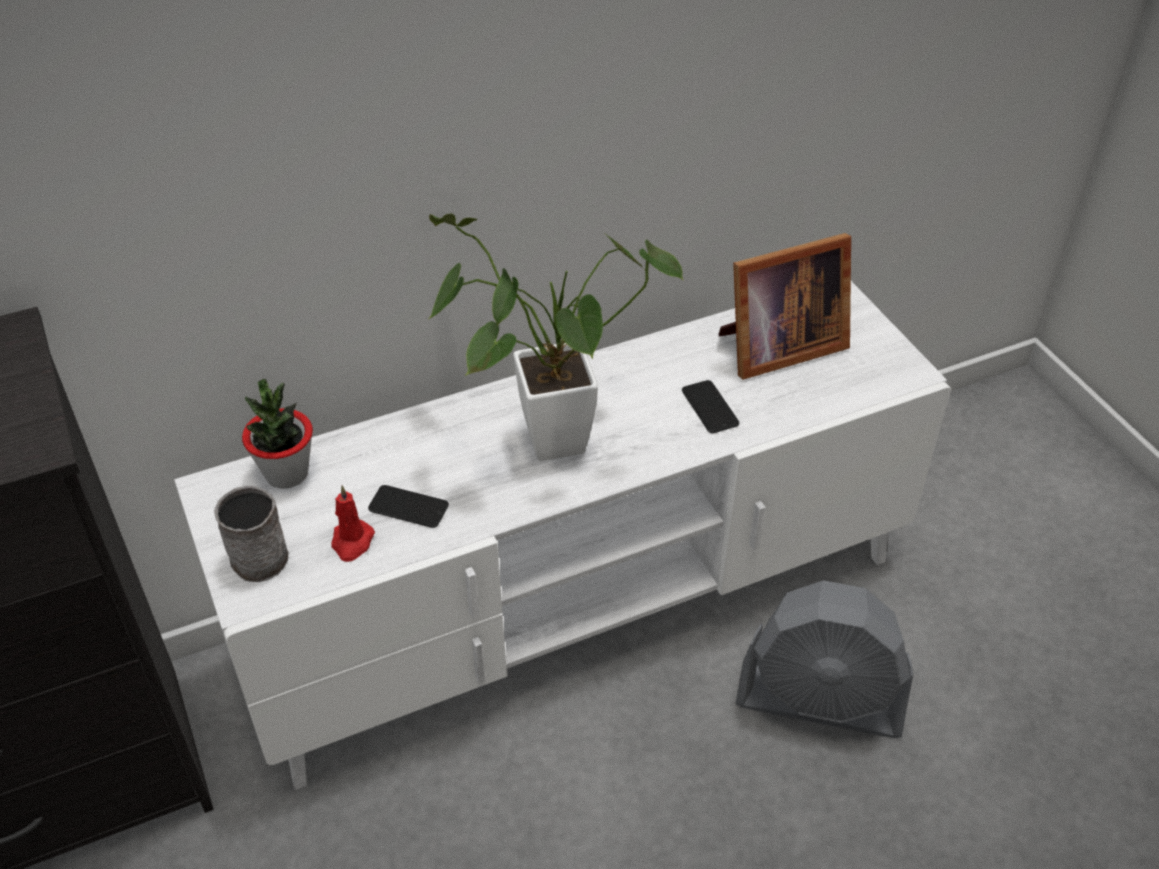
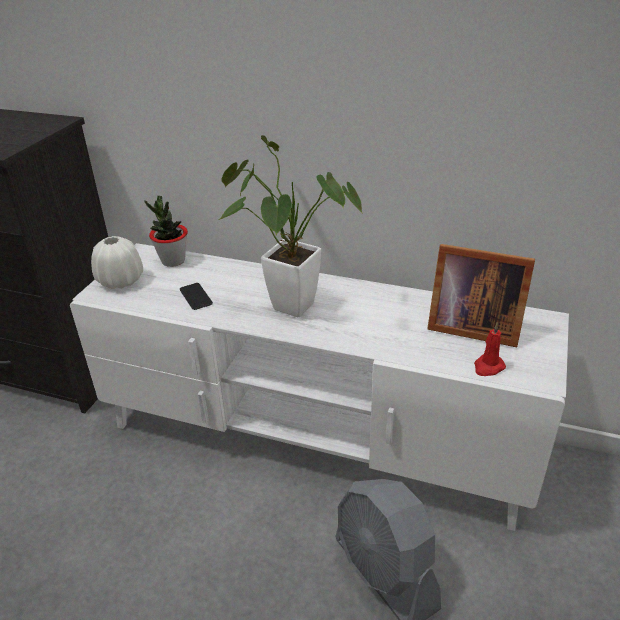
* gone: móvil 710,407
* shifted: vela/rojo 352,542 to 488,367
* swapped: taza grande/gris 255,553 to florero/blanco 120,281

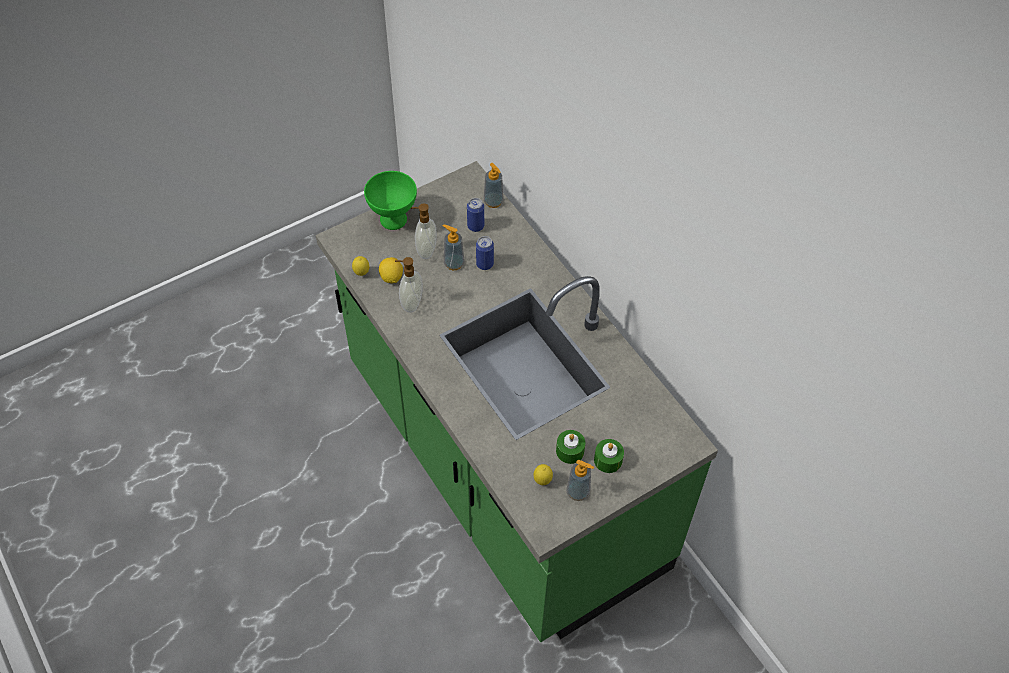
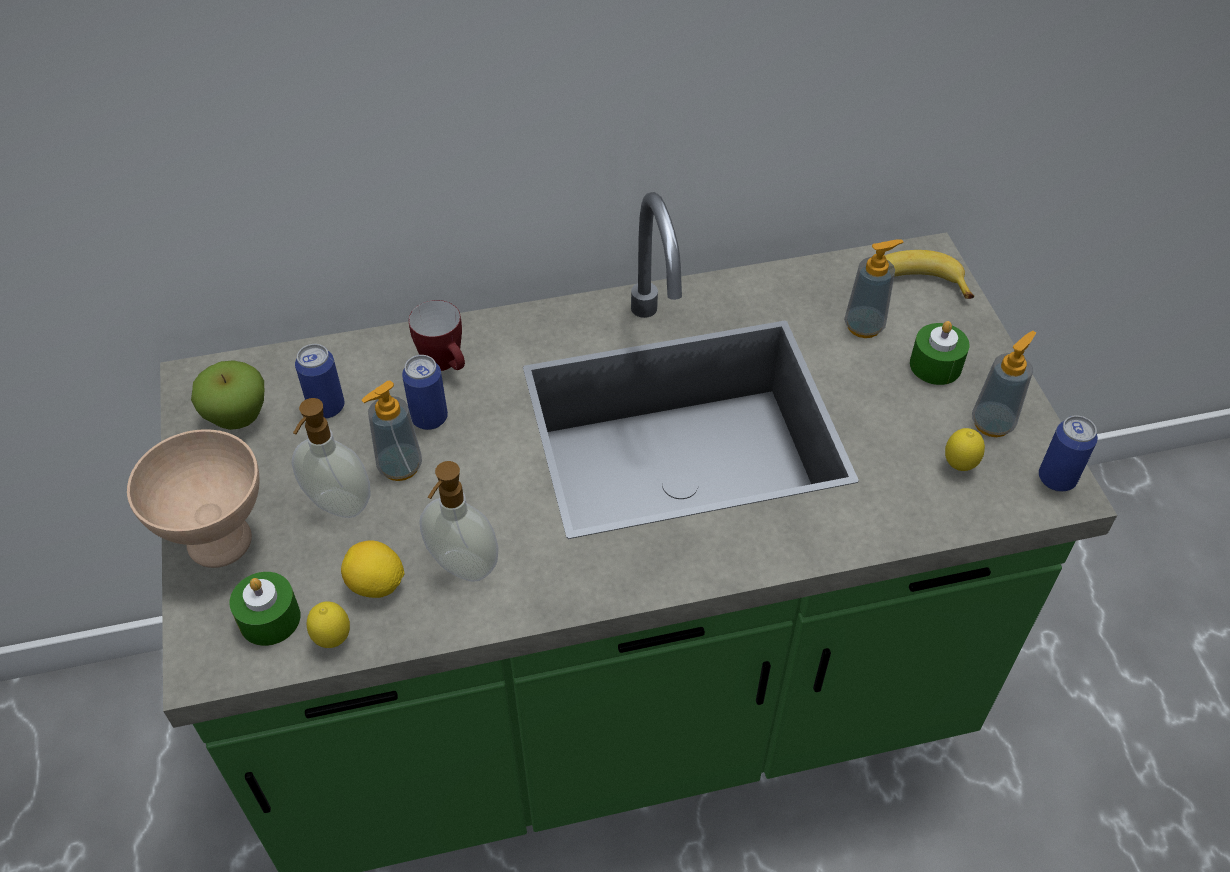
* new: manzana 237,417
* new: taza grande 446,365
* new: plátano 915,283
* new: lata 1056,479
* shifted: dispensador de jabón 493,201 to 864,326
* shifted: vela/verde 570,451 to 269,619
* repainted: cuenco/verde 394,219 to cuenco/beis 219,539

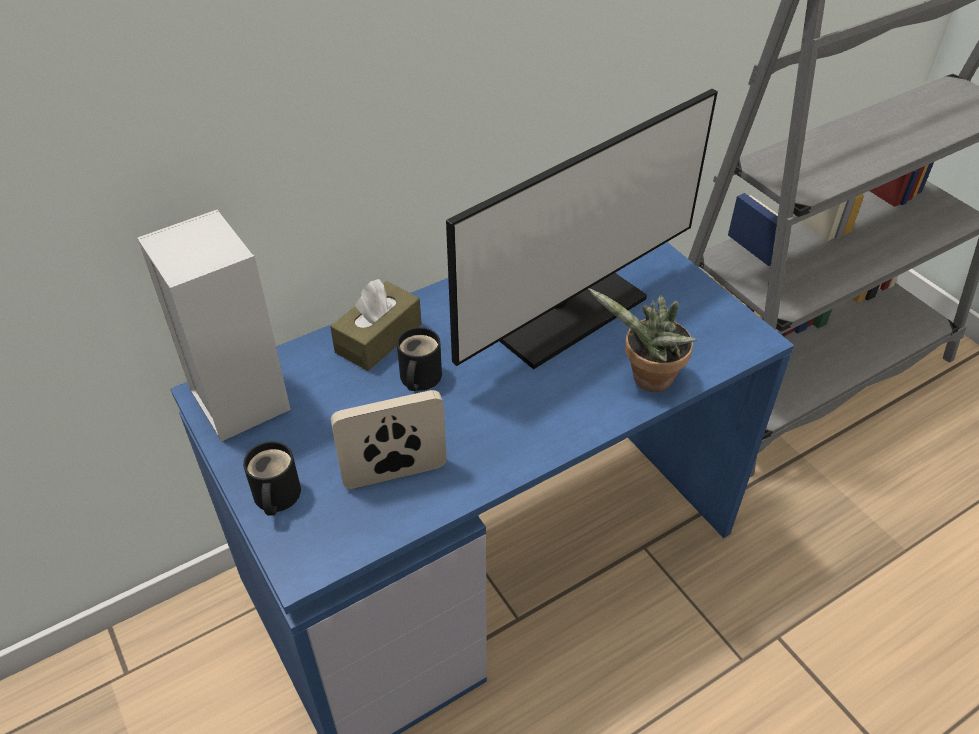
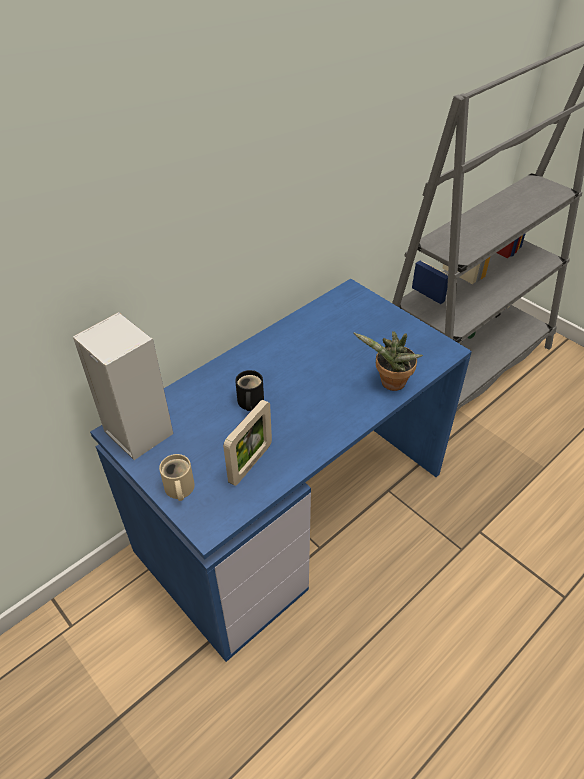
* gone: caja de pañuelos/marrón 378,338
* gone: monitor 566,314
* repainted: taza grande/negro 274,497 to taza grande/beis 178,489
* rotated: portarretratos 395,474 = 250,463 150 degrees clockwise

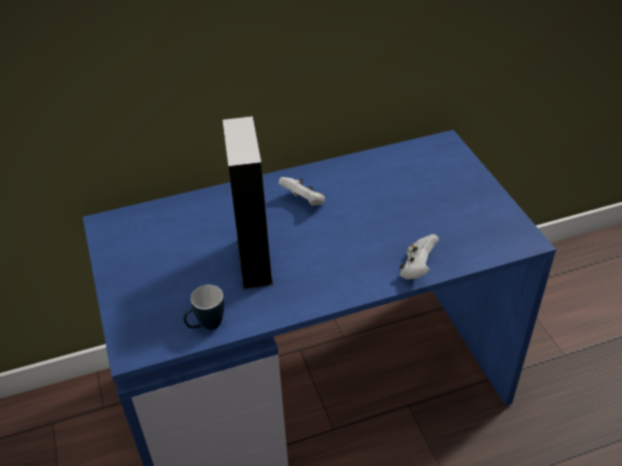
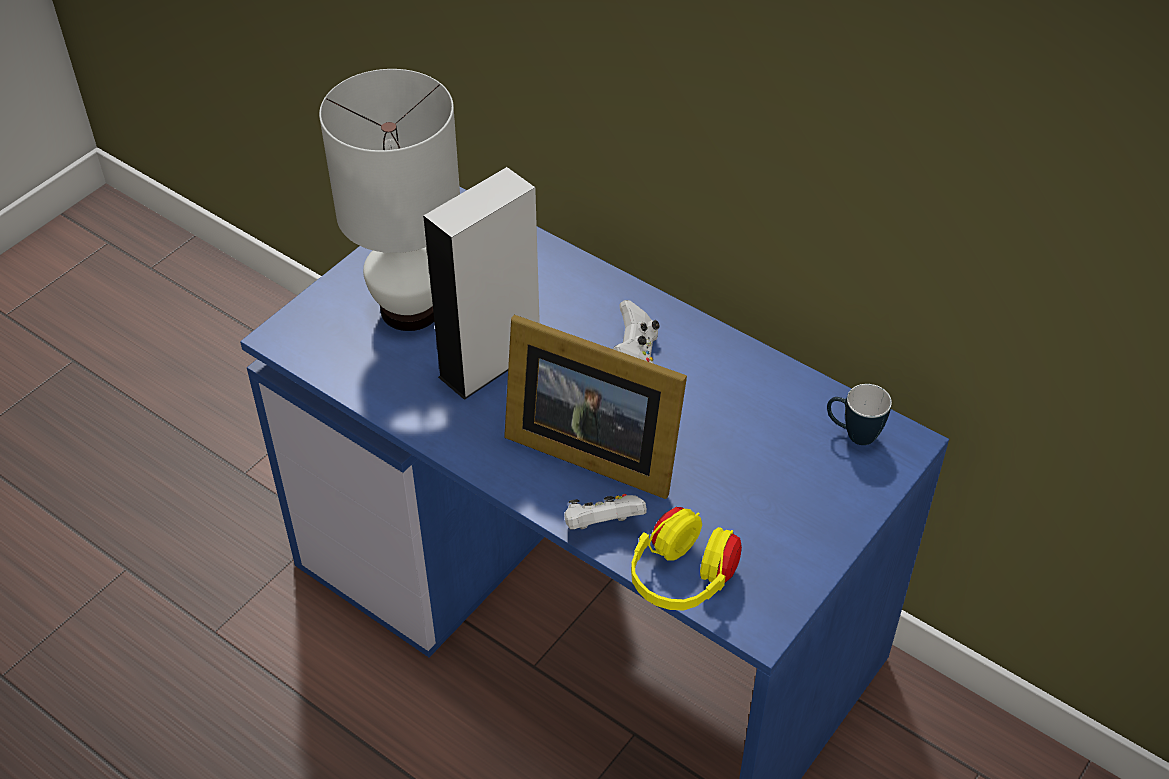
* new: lámpara de mesa/blanco 410,308
* new: portarretratos 589,447
* new: auriculares/amarillo 682,579
* shifted: taza grande 206,326 to 853,434

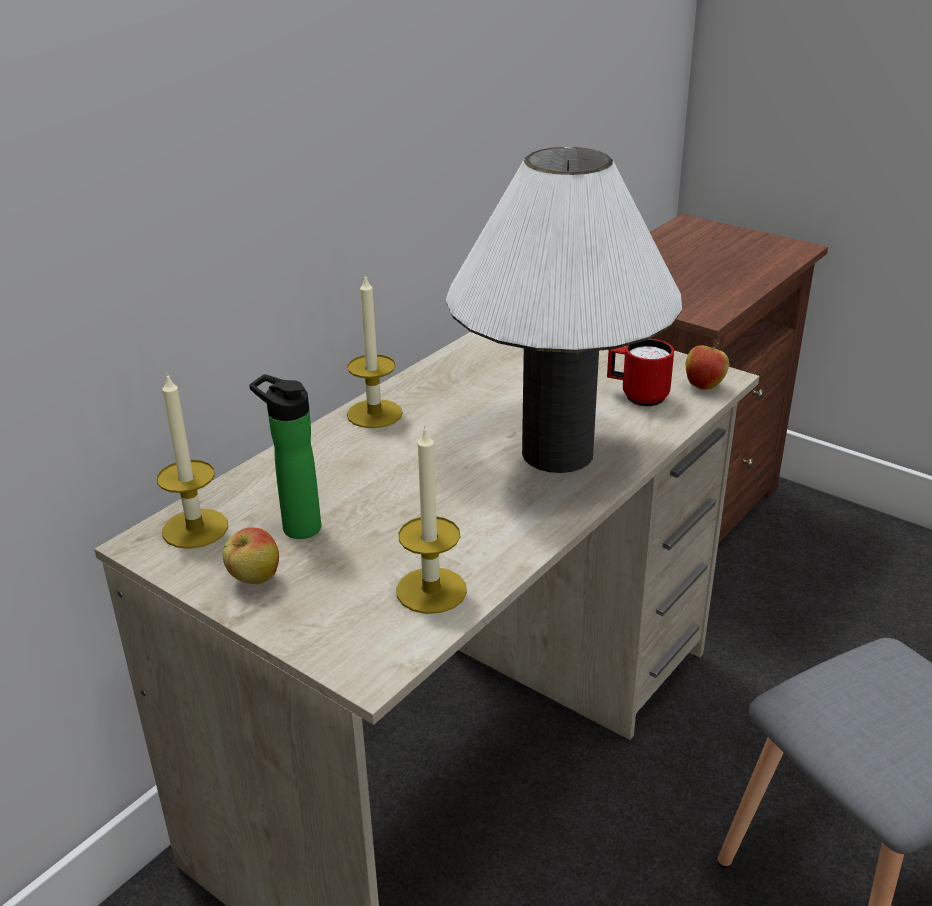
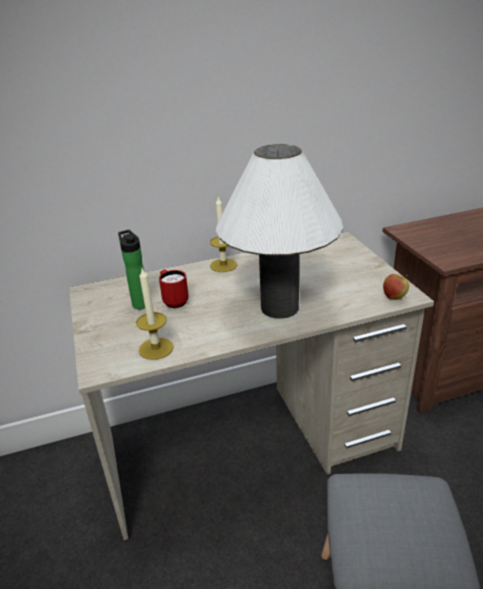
* gone: vela 195,528
* gone: manzana 254,580
* shifted: taza grande/rojo 637,396 to 174,300

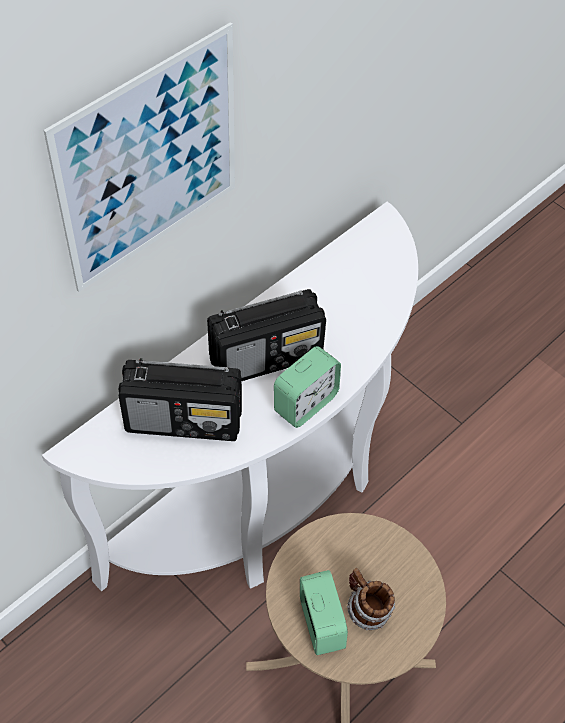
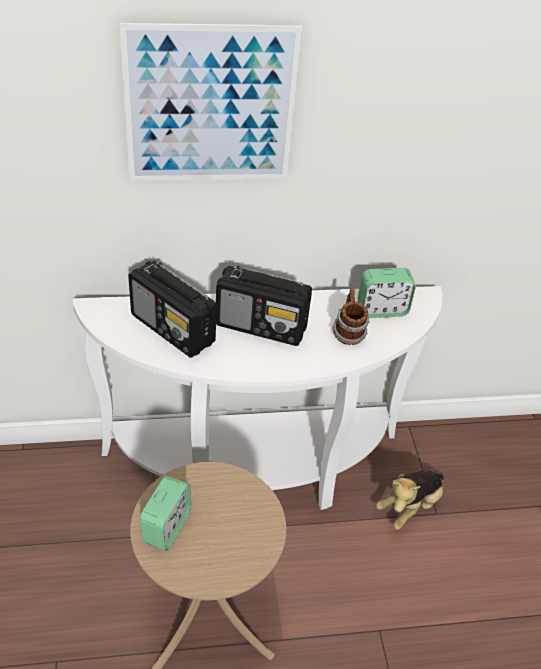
* new: peluche 409,506
* shifted: despertador 305,403 to 382,309
* shifted: taza grande 366,610 to 348,333

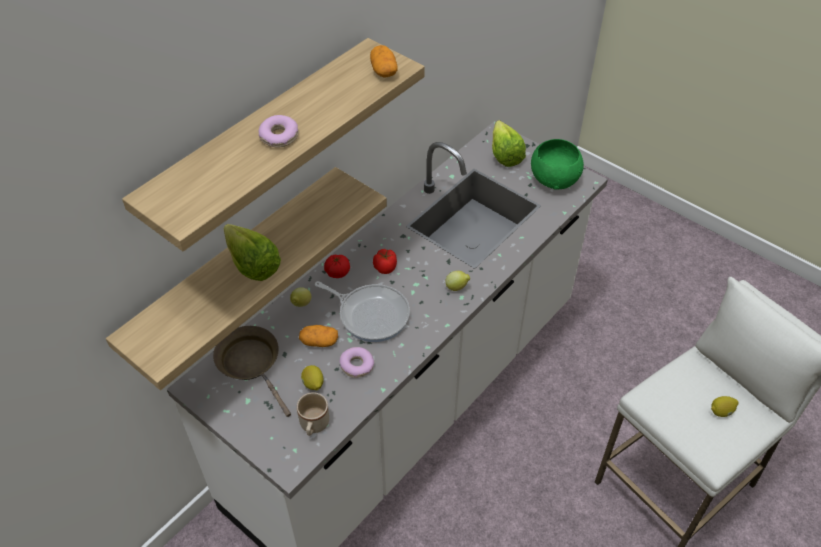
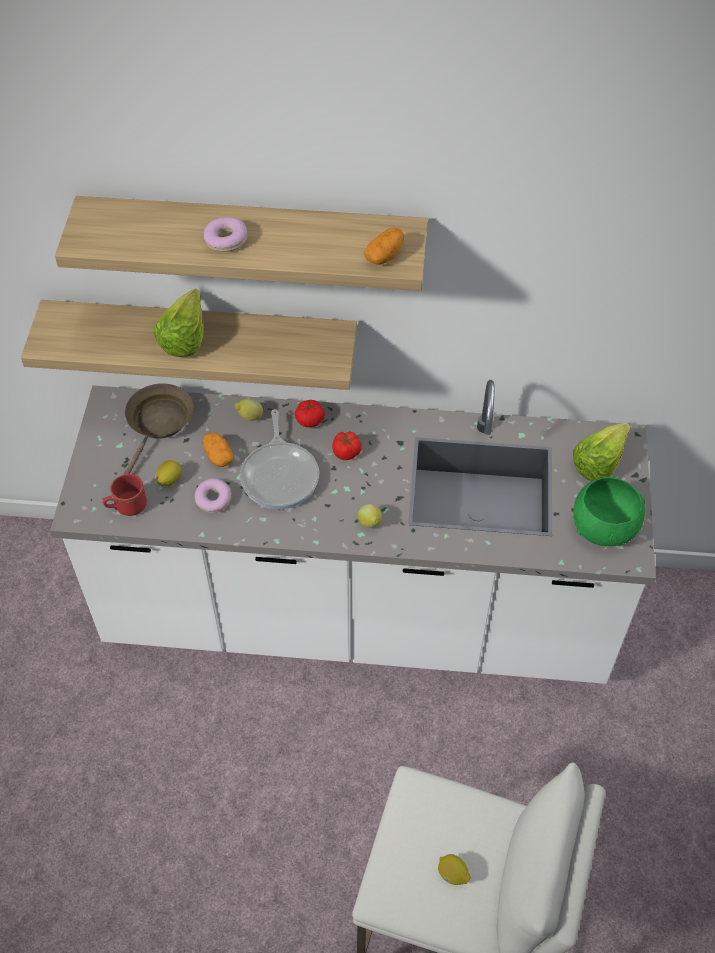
* repainted: taza grande/beis 313,426 to taza grande/rojo 126,507

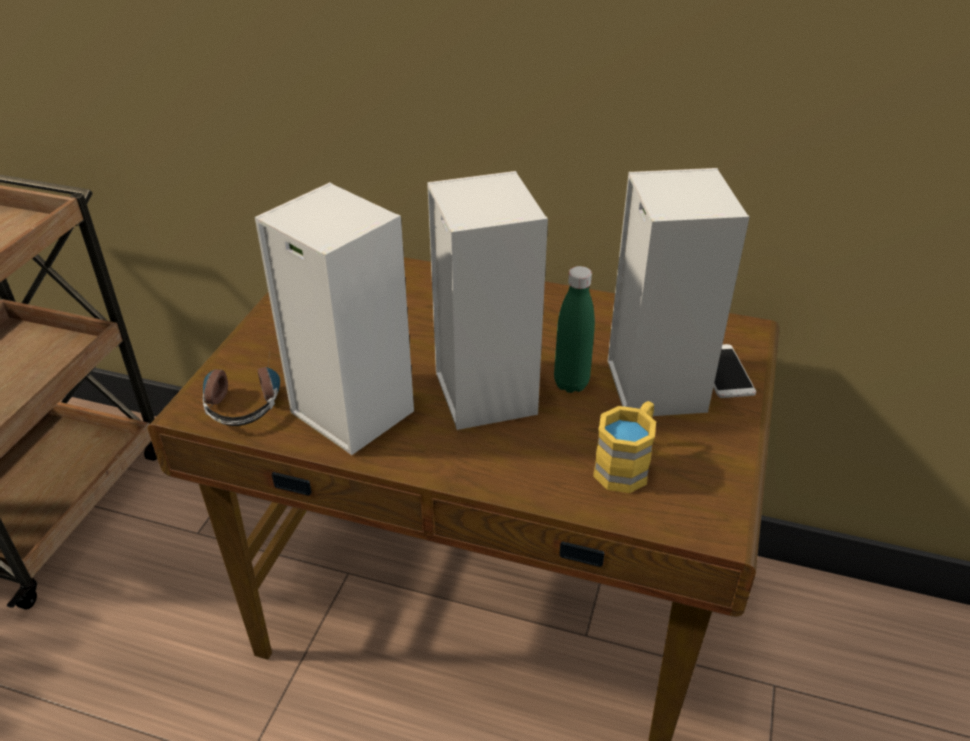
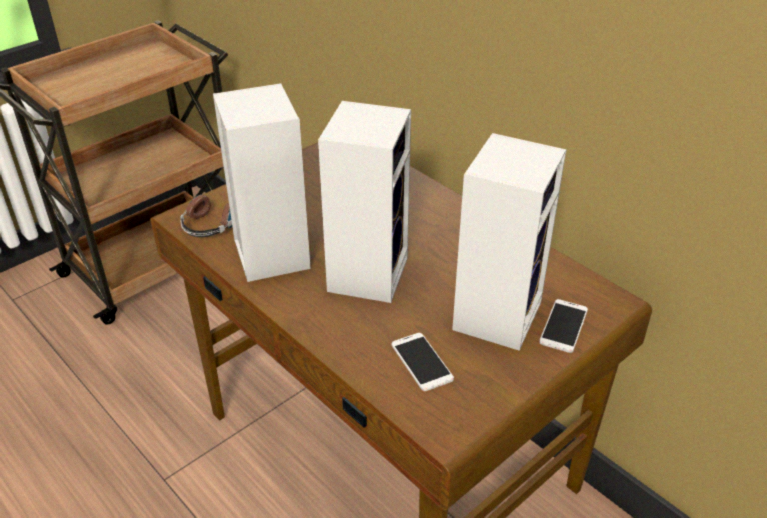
* gone: botella/verde 571,383
* swapped: taza grande/amarillo 627,464 to móvil 421,362

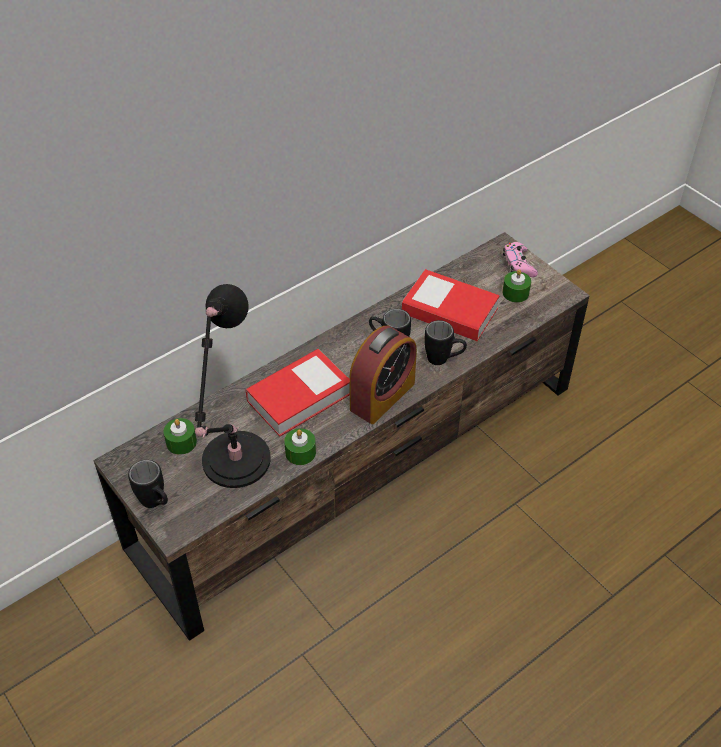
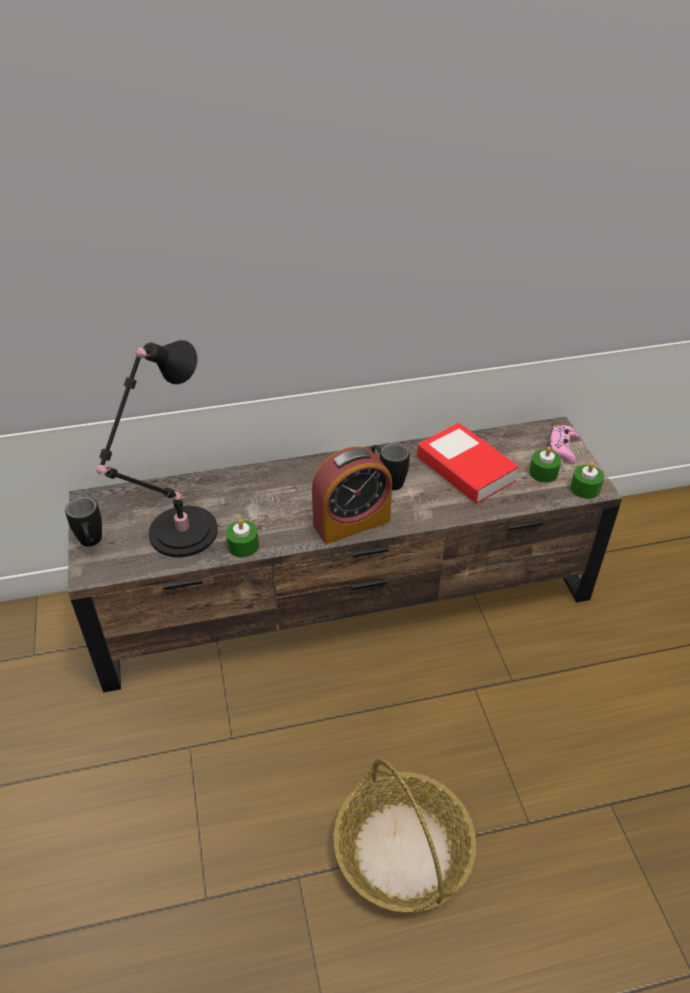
* gone: libro 299,397
* gone: taza grande/negro 444,360
* new: cesta 404,851
* shifted: vela/verde 181,442 to 585,488

